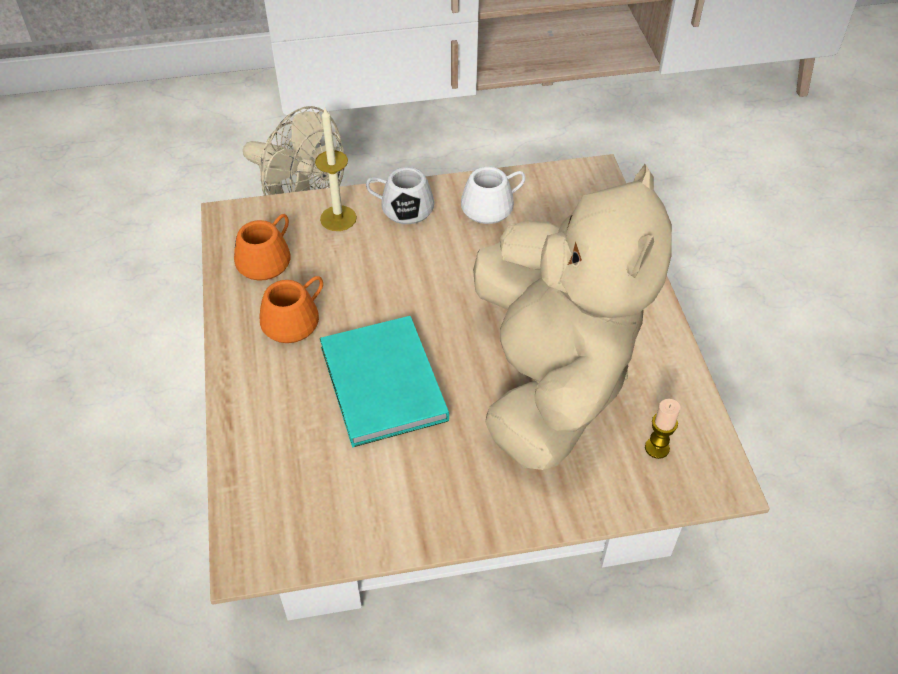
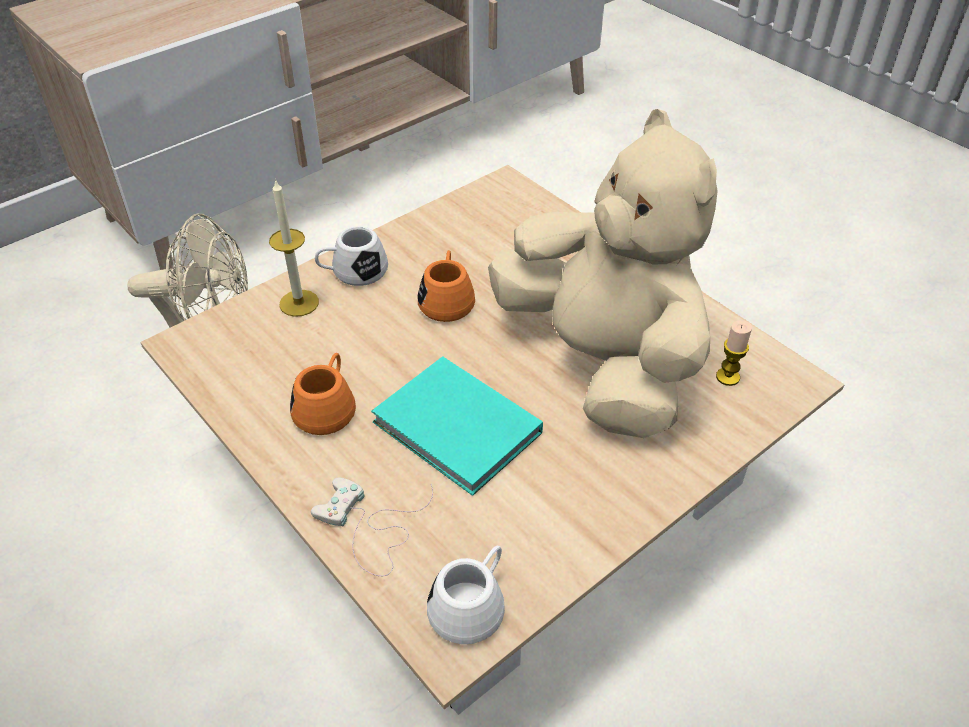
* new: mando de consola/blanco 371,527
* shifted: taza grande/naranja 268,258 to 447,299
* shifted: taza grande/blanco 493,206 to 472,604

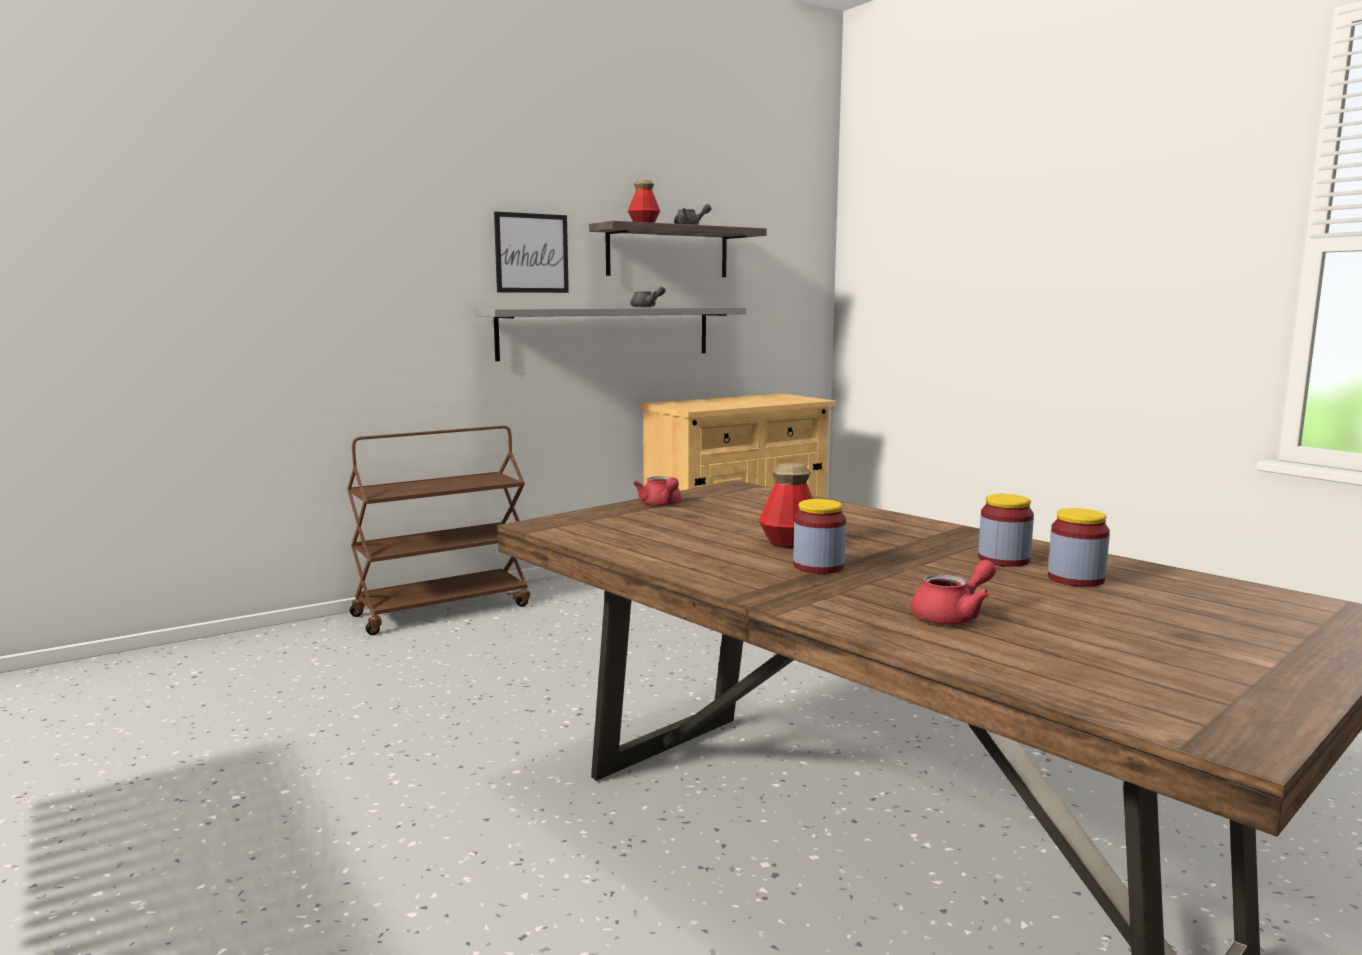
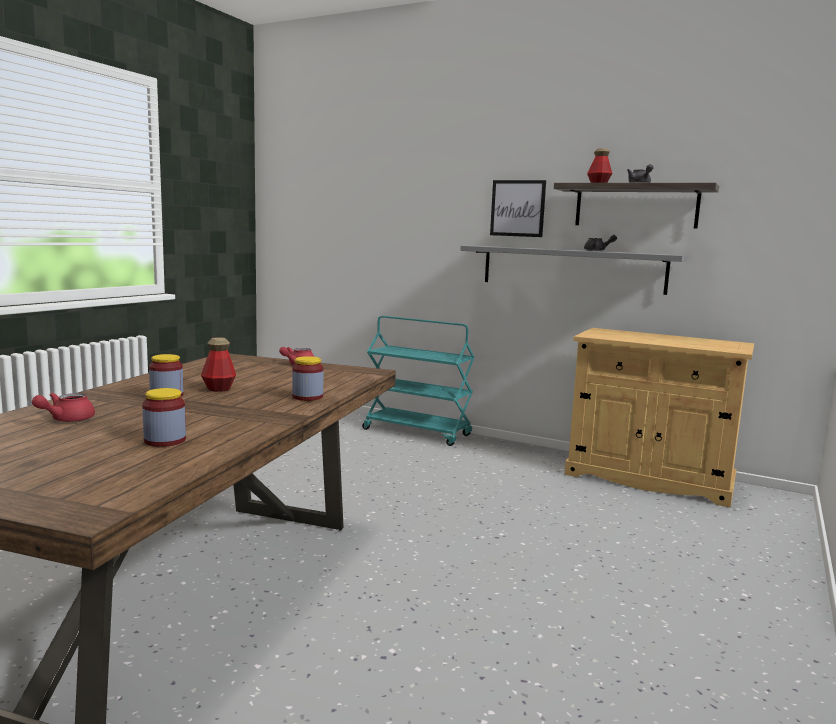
* shifted: tarro 1004,560 to 307,397
* repainted: carrito/marrón 443,610 to carrito/turquesa 417,432
* rotated: tetera/rojo 953,616 = 66,420 90 degrees clockwise

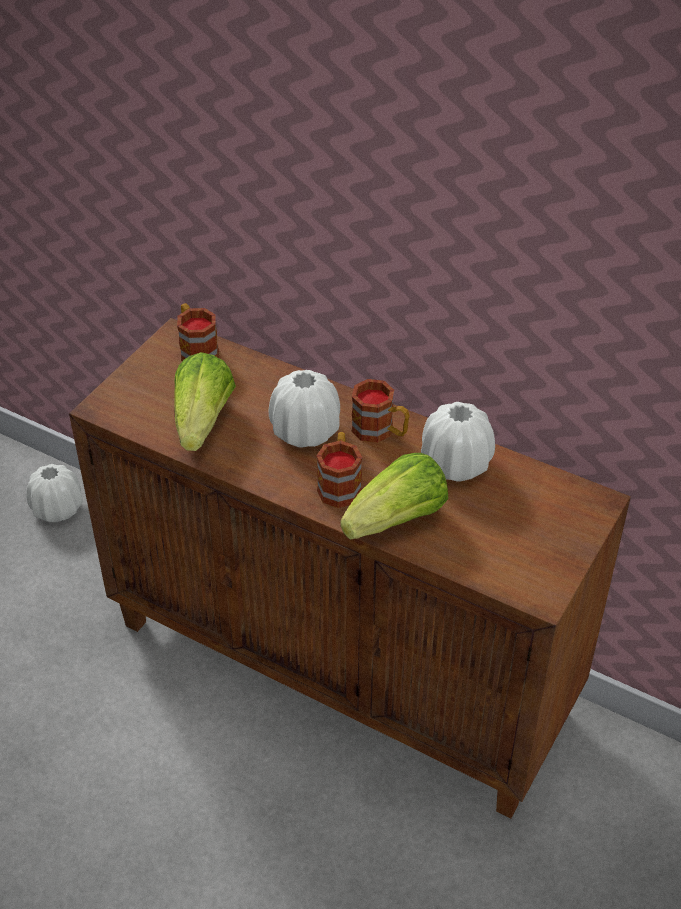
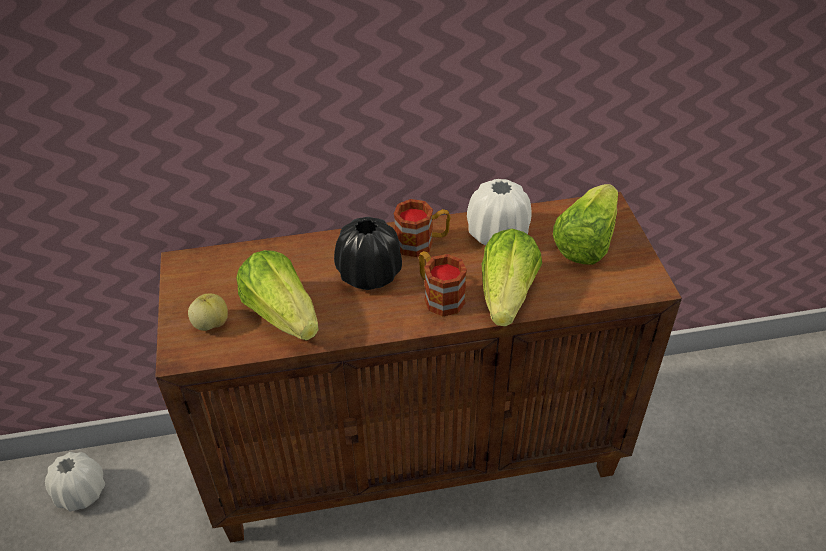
* gone: taza grande 196,349
* new: manzana 211,324
* new: lechuga 585,242
* repainted: florero/blanco 305,431 to florero/negro 369,274

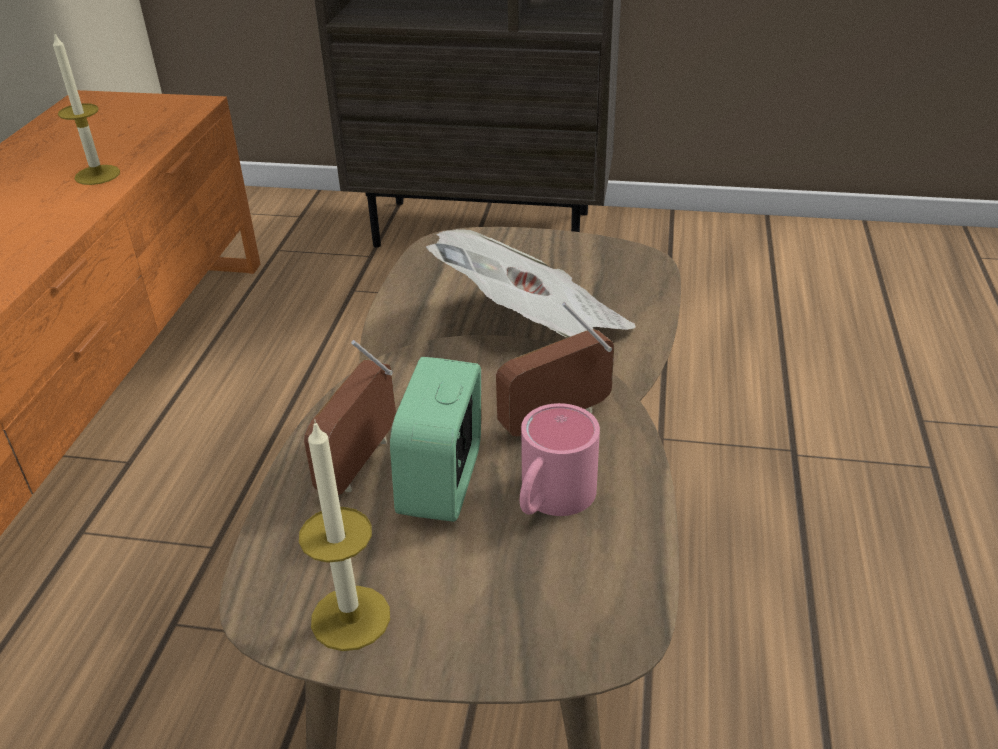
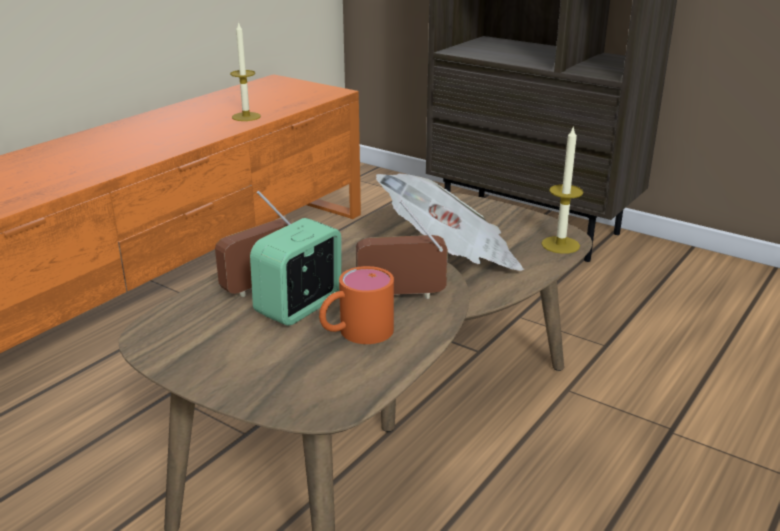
* shifted: vela 350,618 to 560,245
* repainted: taza grande/rosa 550,500 to taza grande/naranja 355,333

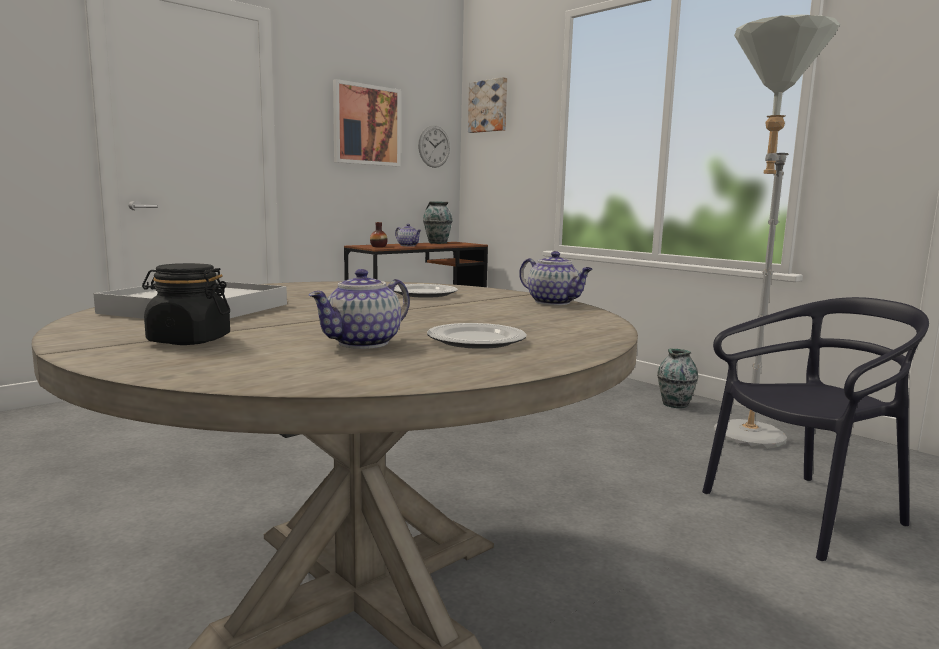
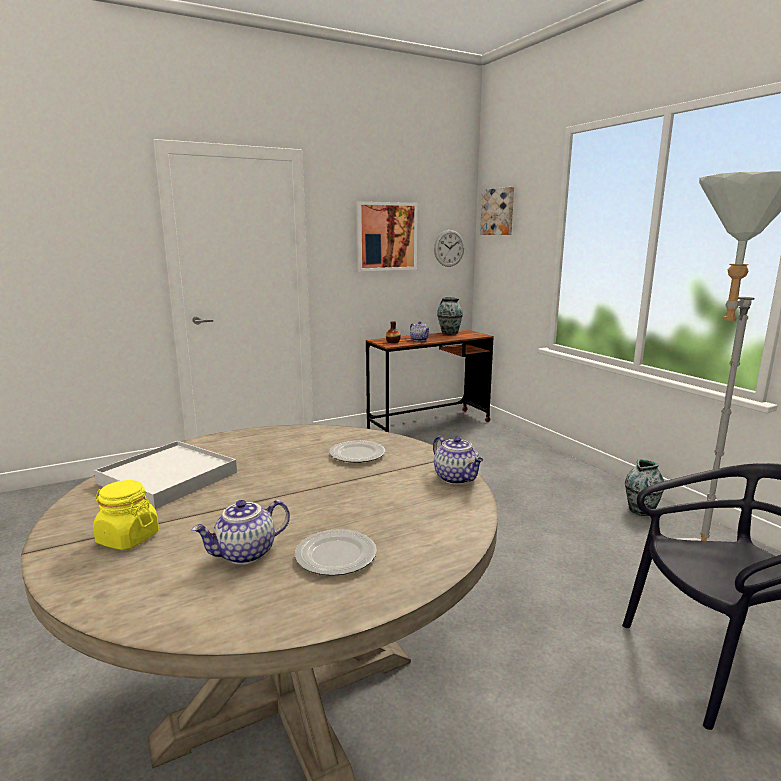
* repainted: tarro/negro 188,340 to tarro/amarillo 127,538

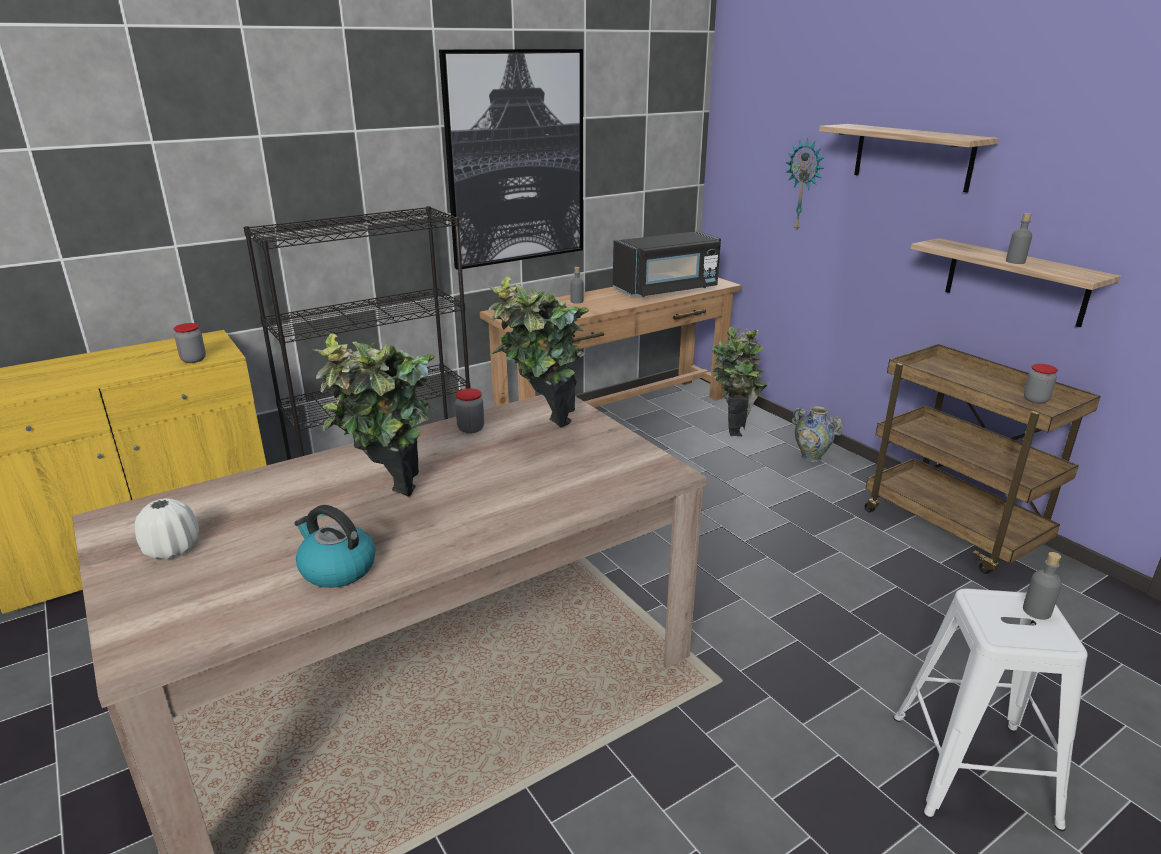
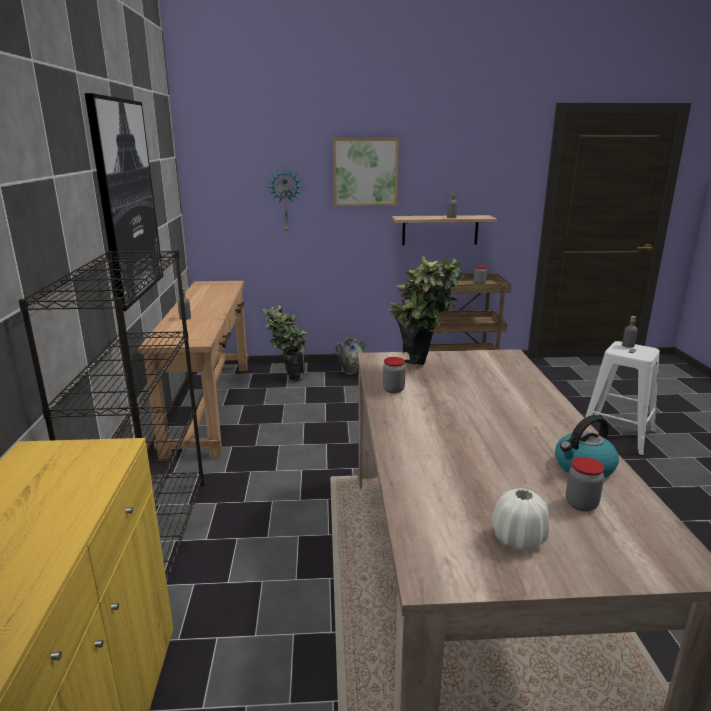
* gone: planta en maceta 391,508
* gone: microondas/negro 666,289
* shifted: tarro 193,359 to 581,504
* swapped: estante 912,157 to cuadro 365,172

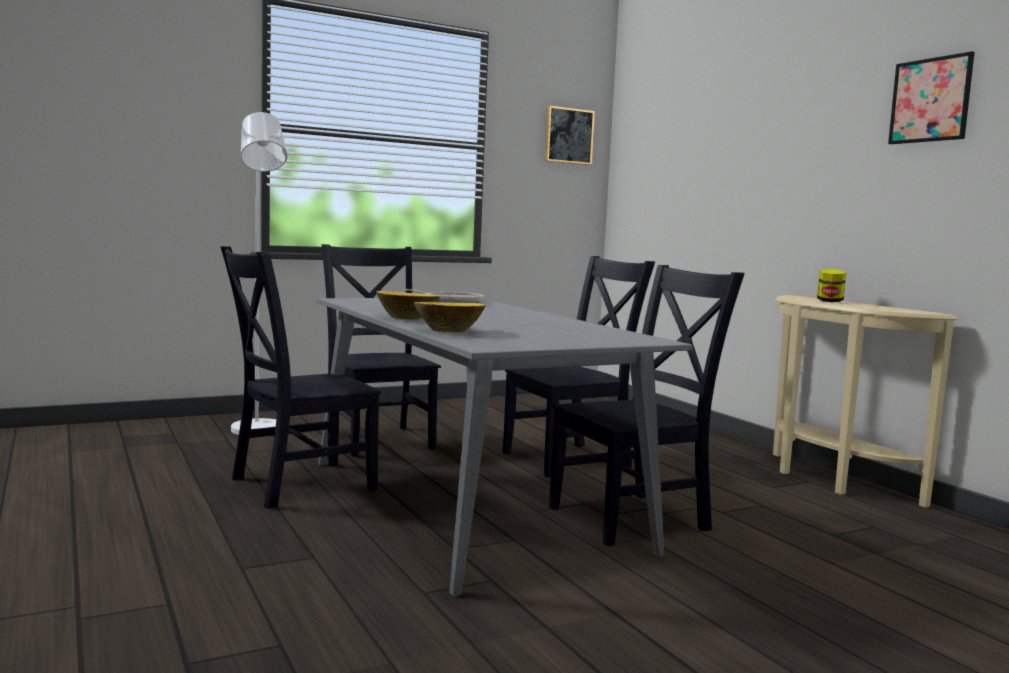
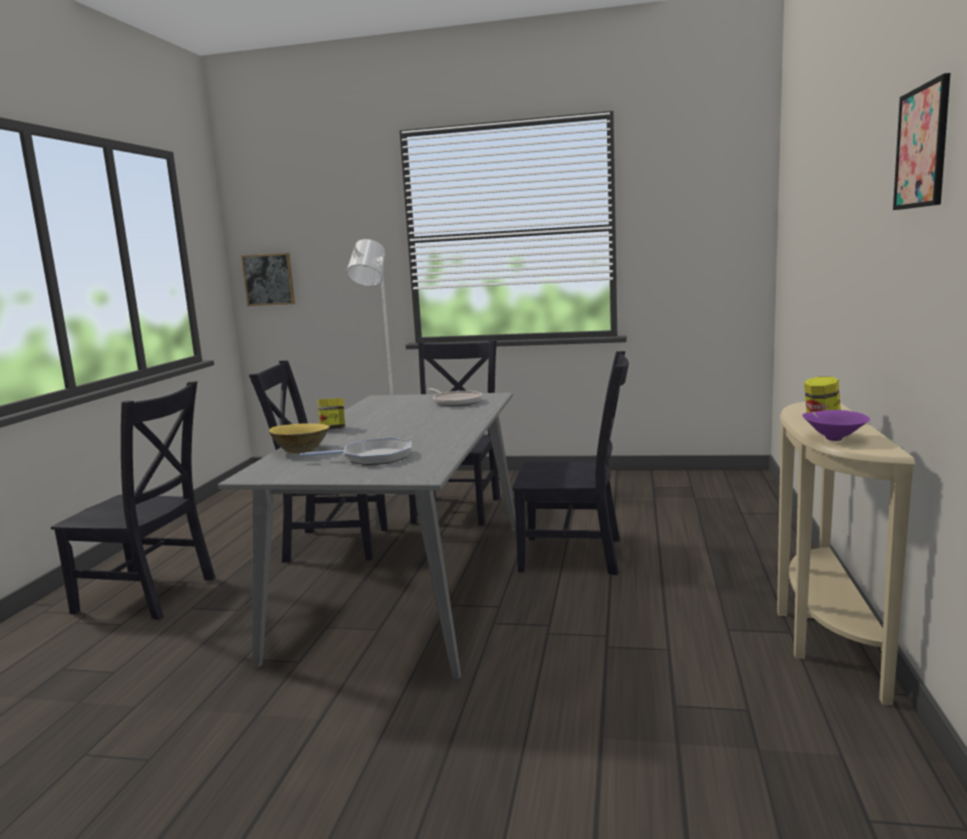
* new: sartén 373,457
* new: cuenco/morado 833,439
* shifted: cuadro 569,135 to 269,279
* shifted: silla/negro 634,518 to 150,596
* swapped: cuenco/amarillo 407,318 to tarro 333,429

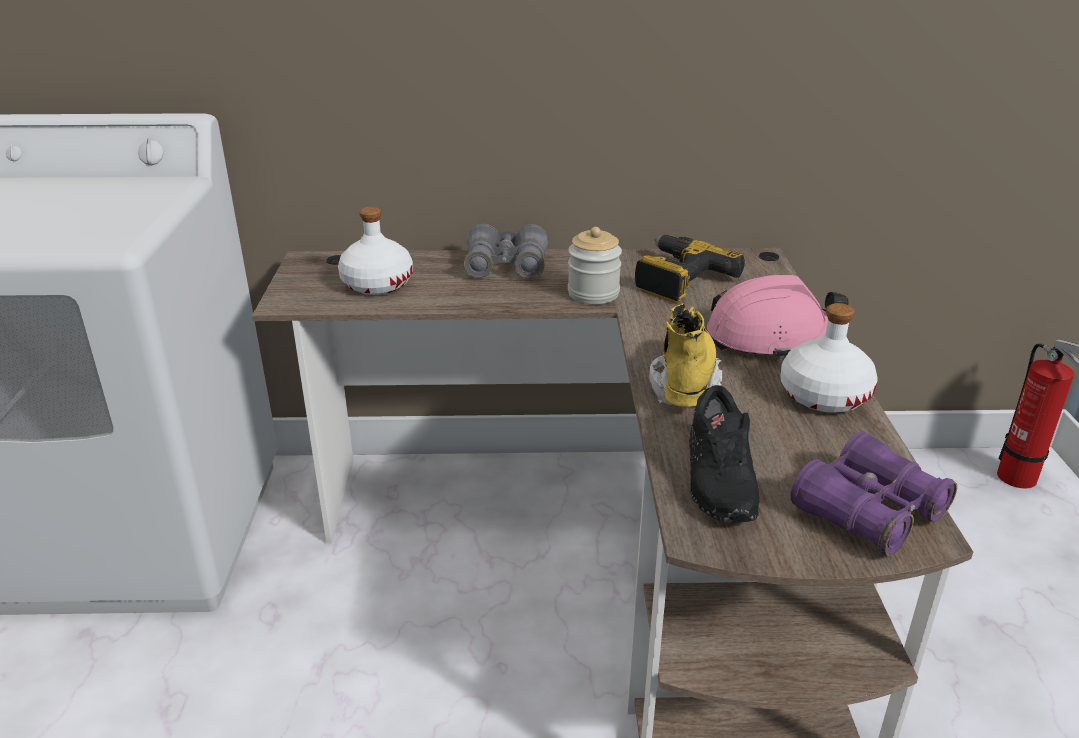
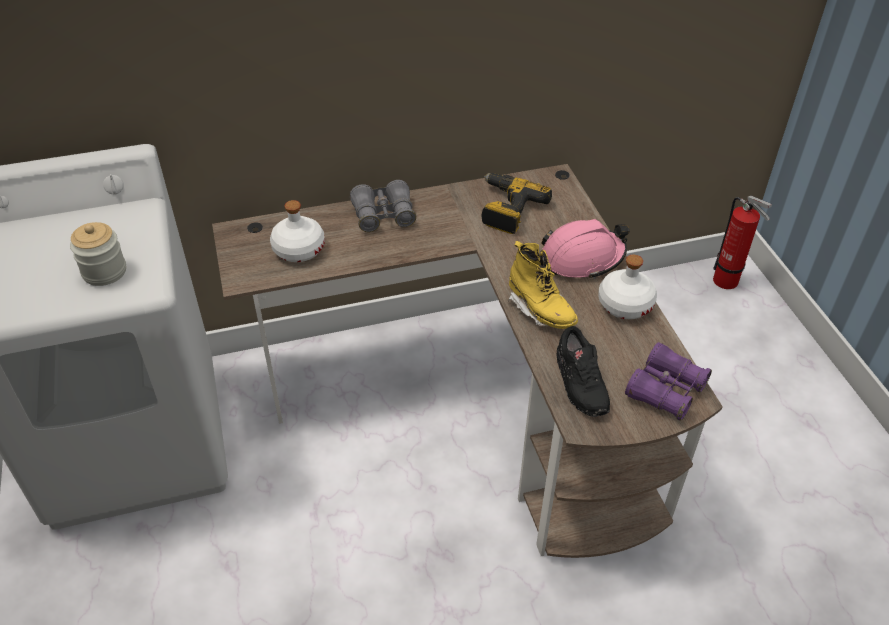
* shifted: tarro 593,294 to 104,271
* rotated: bota/amarillo 685,385 = 540,310 150 degrees clockwise

